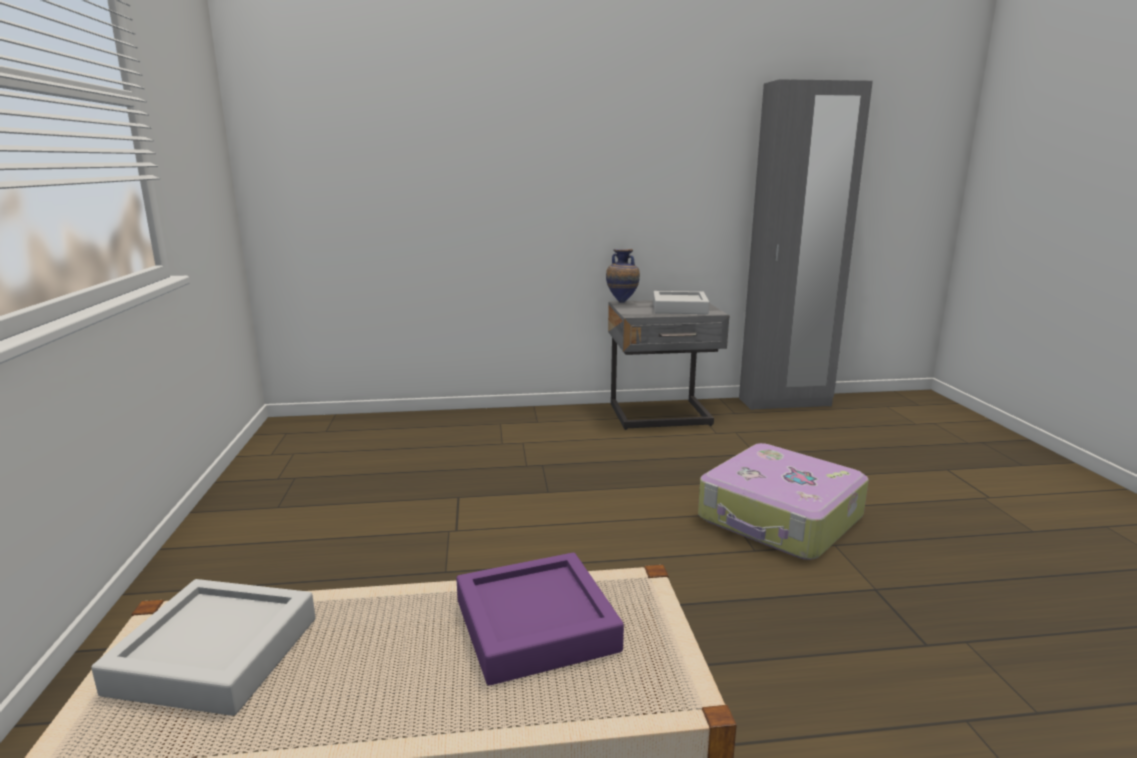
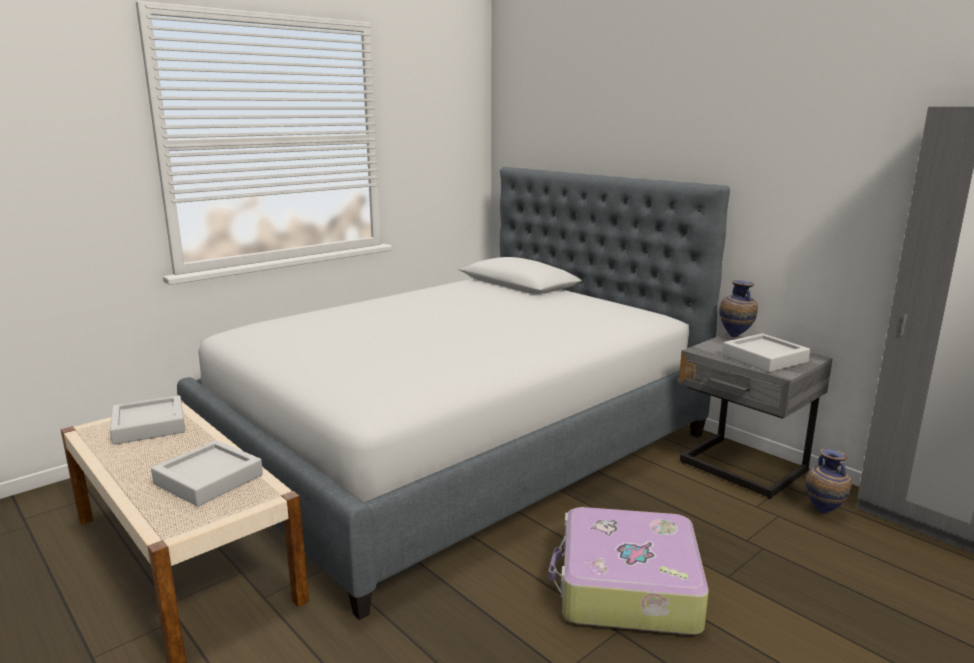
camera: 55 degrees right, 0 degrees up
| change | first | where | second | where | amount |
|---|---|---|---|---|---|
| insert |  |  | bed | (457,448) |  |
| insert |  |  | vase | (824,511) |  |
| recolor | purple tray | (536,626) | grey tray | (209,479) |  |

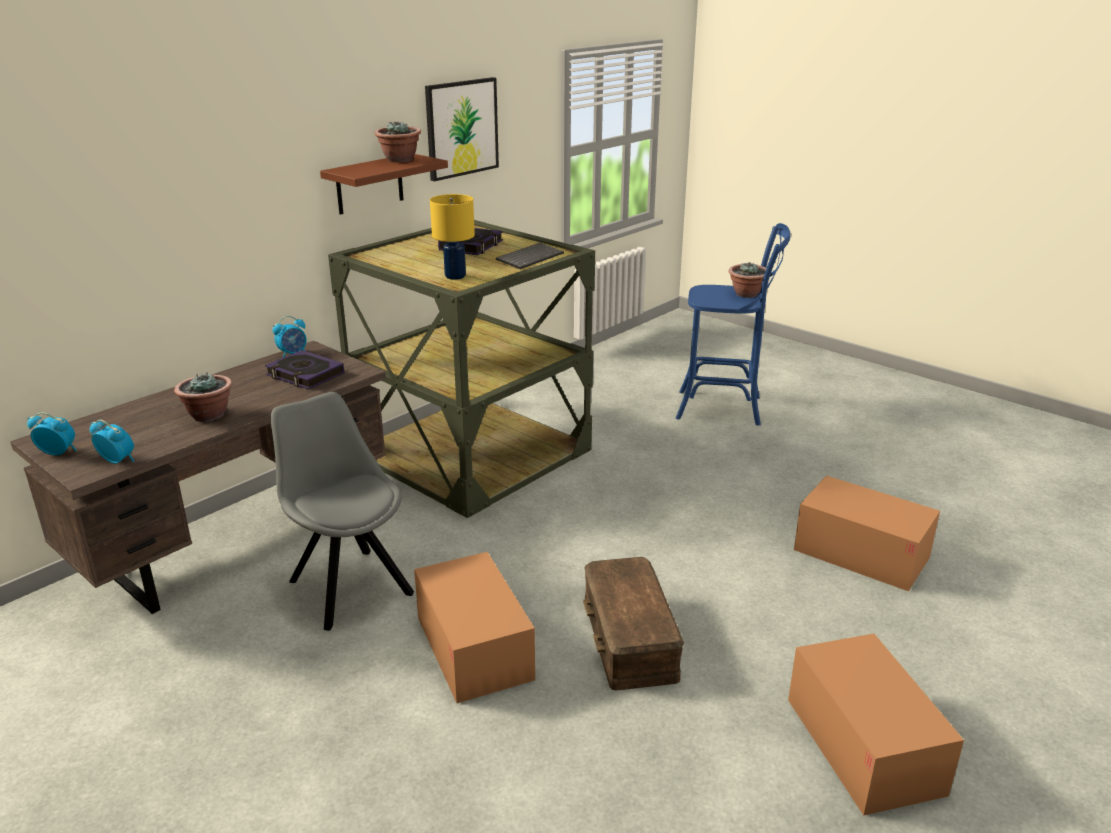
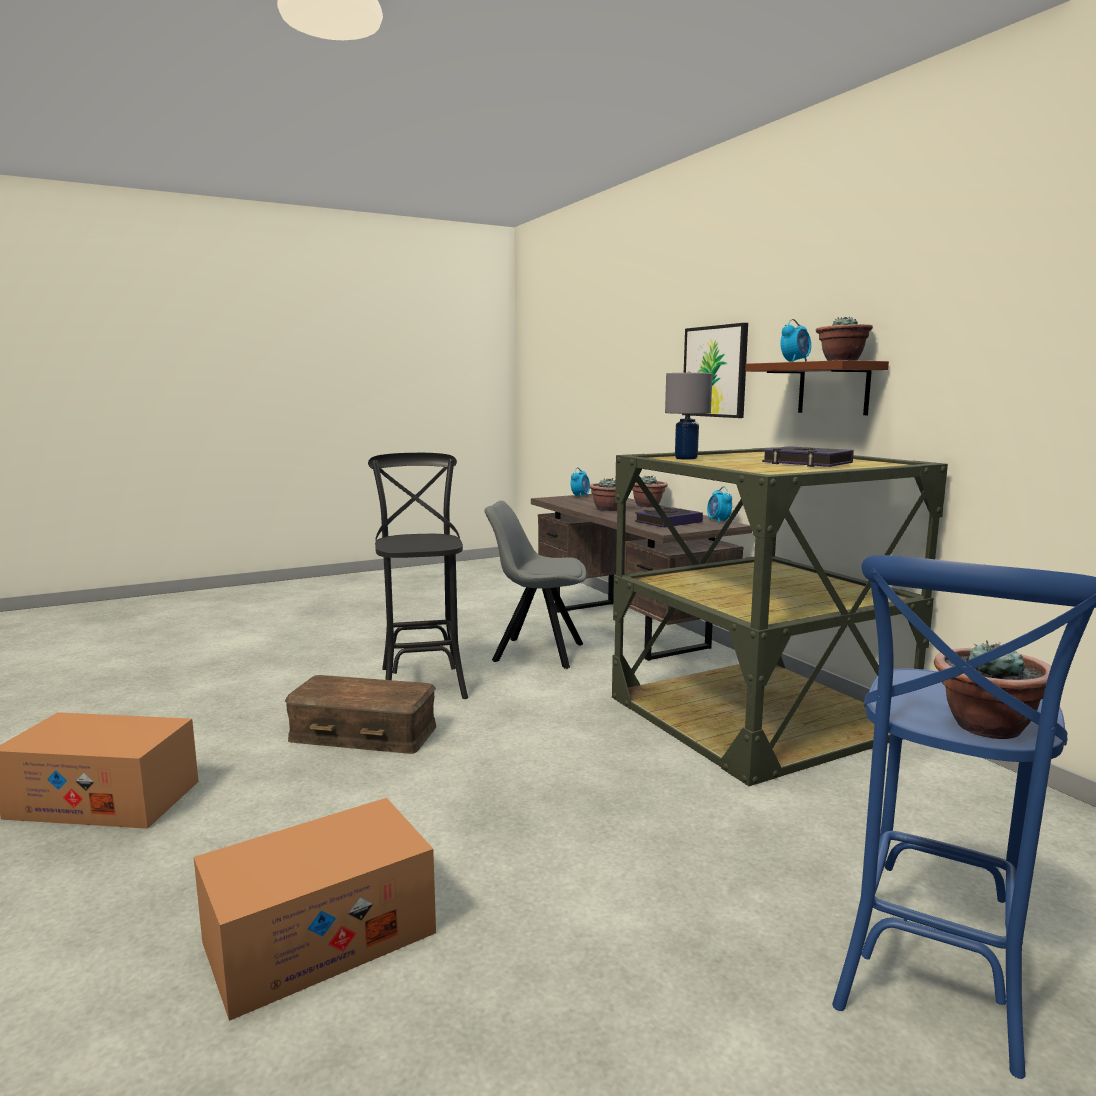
camera: 110 degrees right, 15 degrees down
| change | first | where | second | where | amount |
|---|---|---|---|---|---|
| delete | keyboard | (530,257) |  |  |  |
| insert |  |  | potted plant | (648,506) |  |
| move | alarm clock | (117,461) |  | (795,362) |  |
| move | picture | (461,128) |  | (715,371) |  |
| replace | cardboard box | (474,648) | black stool | (423,680) |  |
| recolor | yellow table lamp | (456,277) | grey table lamp | (684,458) |  |
| rotate | grey chair | (349,587) |  | (537,653) | 150 degrees counterclockwise |

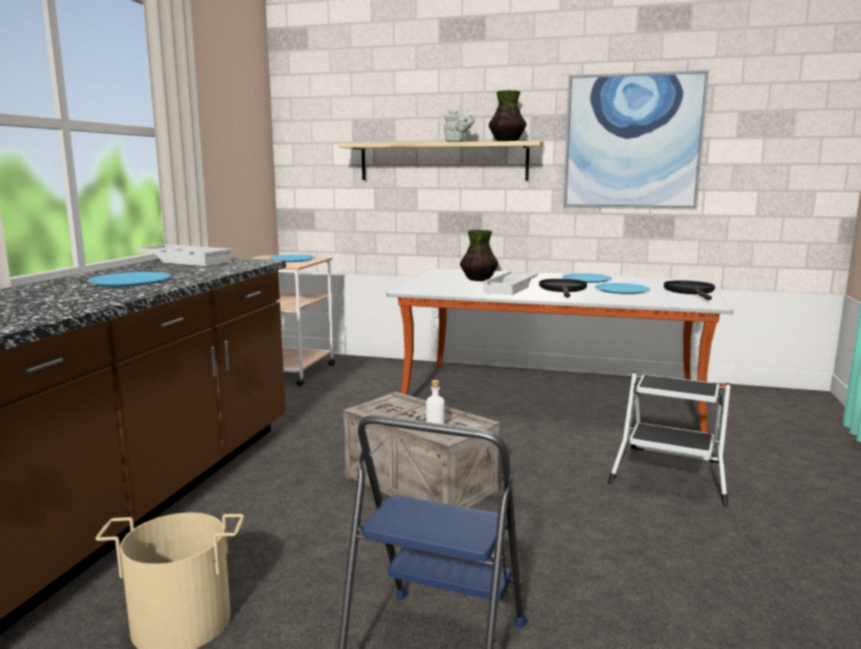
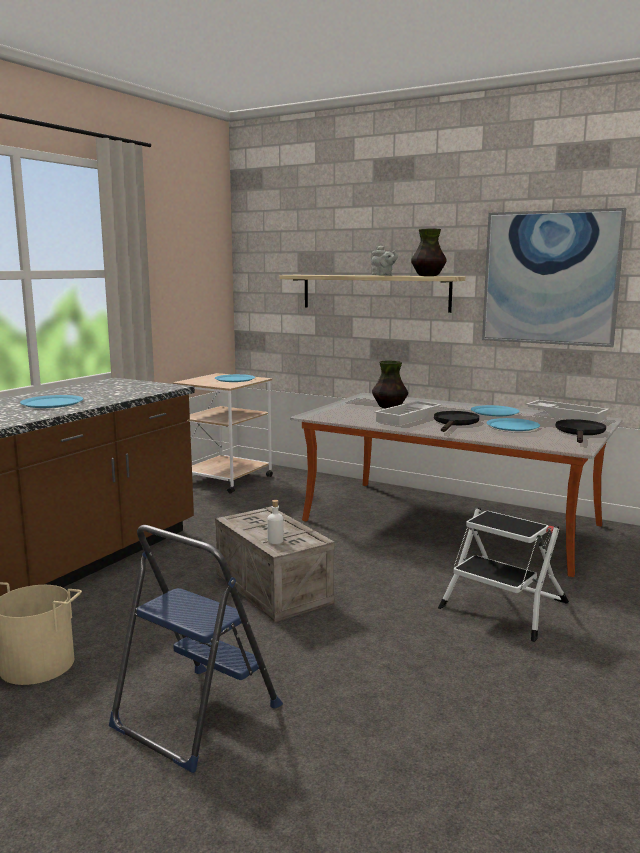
camera: 15 degrees right, 0 degrees up
| change | first | where | second | where | amount |
|---|---|---|---|---|---|
| move | white tray | (186,261) |  | (567,416) |  |

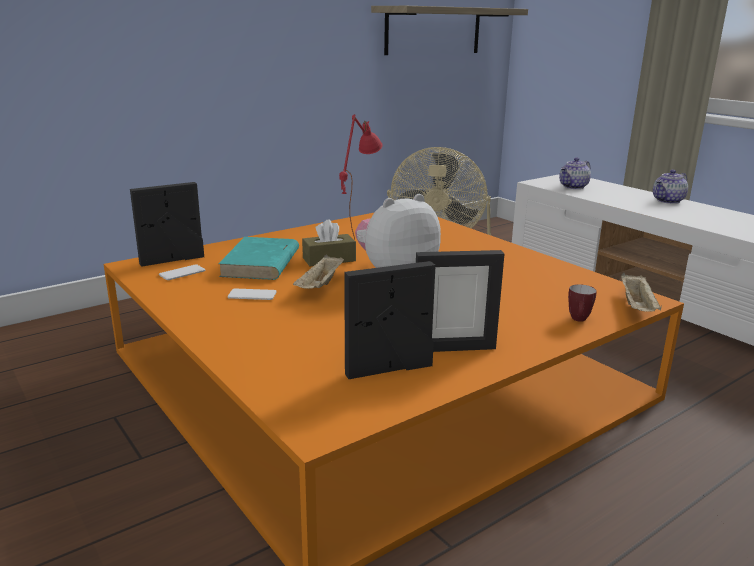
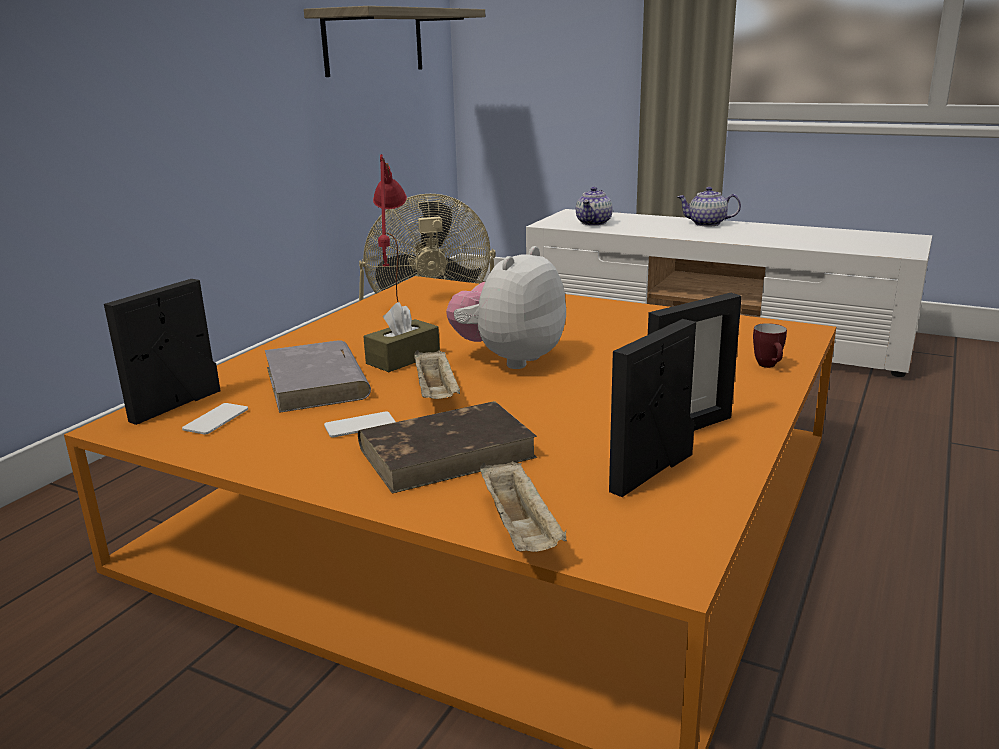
camera: 25 degrees left, 0 degrees up
| change | first | where | second | where | amount |
|---|---|---|---|---|---|
| insert |  |  | brown book | (448,452) |  |
| move | beige tray | (637,307) |  | (520,530) |  |
| recolor | turquoise book | (261,263) | grey book | (317,382) |  |
| rotate | teapot | (668,201) |  | (706,224) | 75 degrees clockwise |

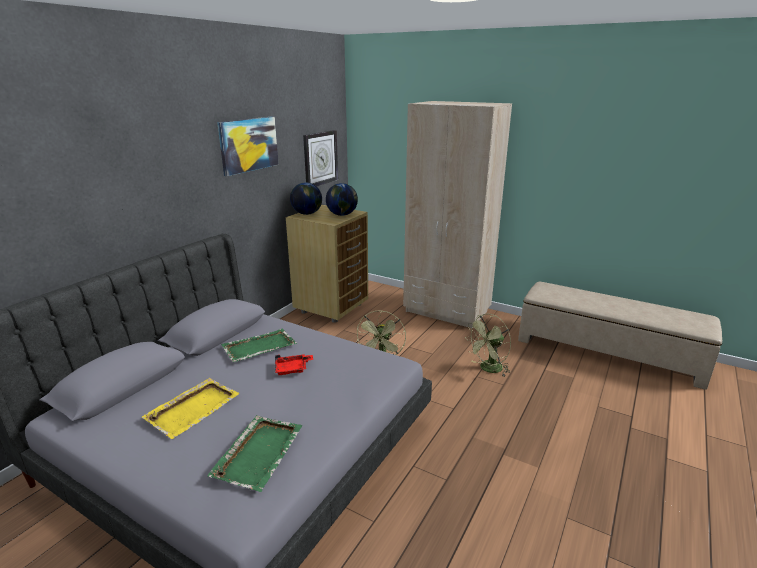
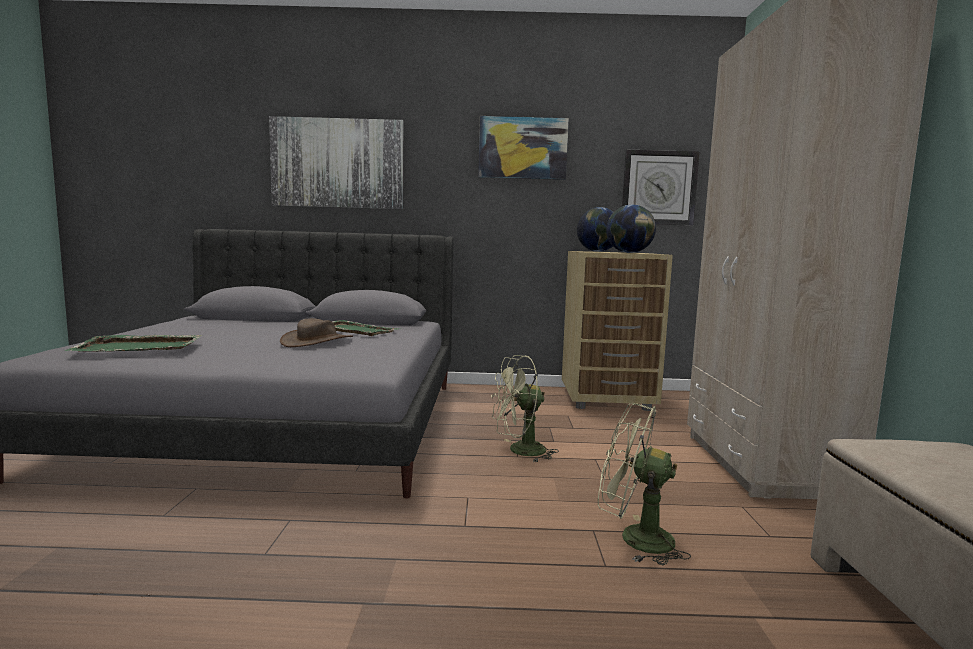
camera: 60 degrees right, 15 degrees down
| change | first | where | second | where | amount |
|---|---|---|---|---|---|
| delete | yellow tray | (193,408) |  |  |  |
| insert |  |  | picture | (337,163) |  |
| replace | red tray | (292,369) | brown hat | (317,341) |  |

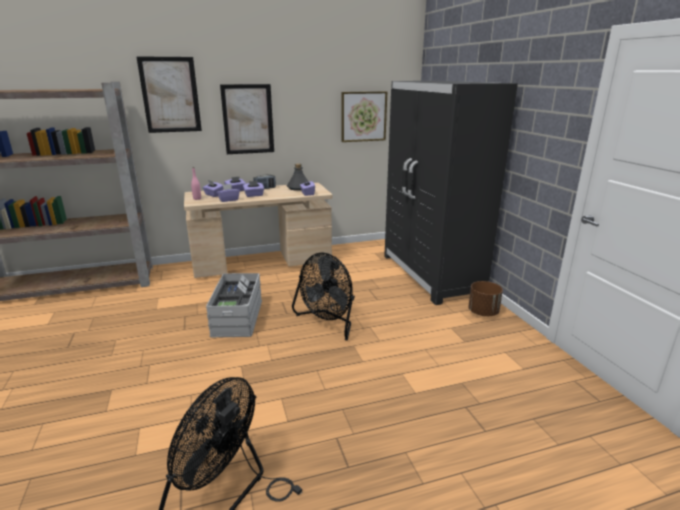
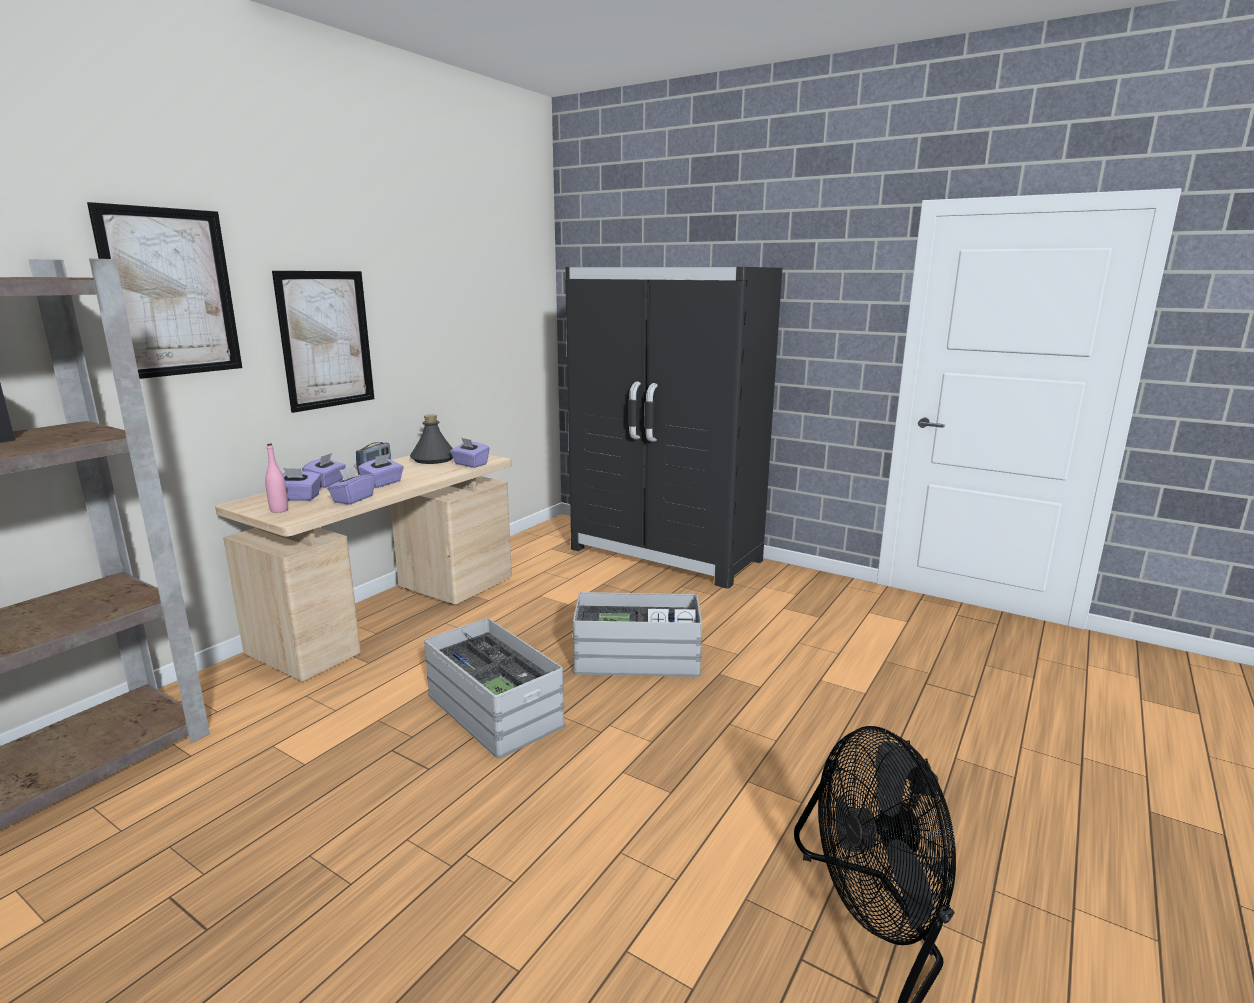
camera: 40 degrees left, 5 degrees down
| change | first | where | second | where | amount |
|---|---|---|---|---|---|
| delete | picture | (363,116) |  |  |  |
| delete | brown planter | (483,312) |  |  |  |
| replace | black fan | (328,320) | grey storage box | (637,657) |  |

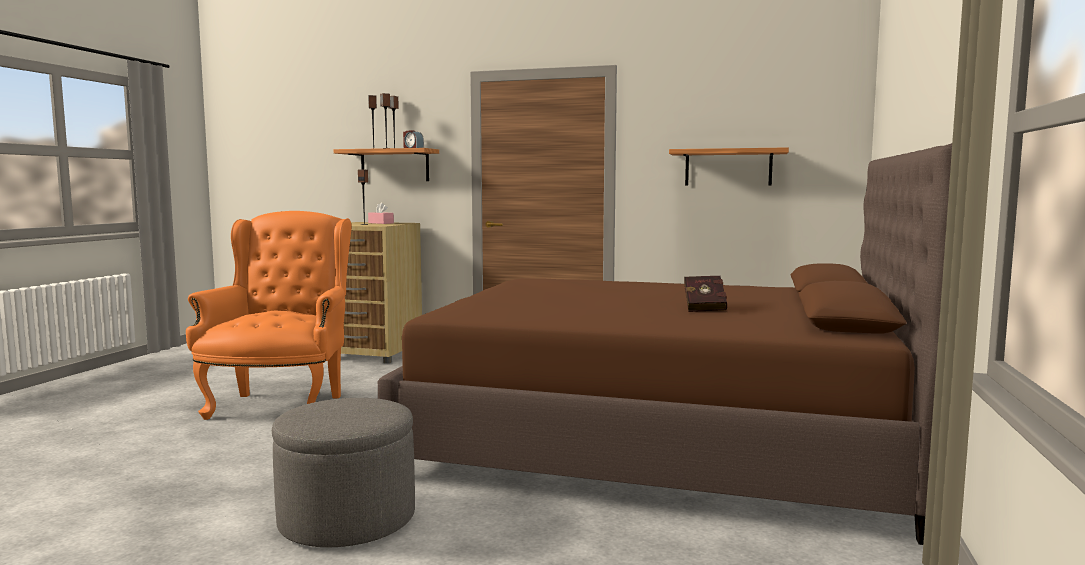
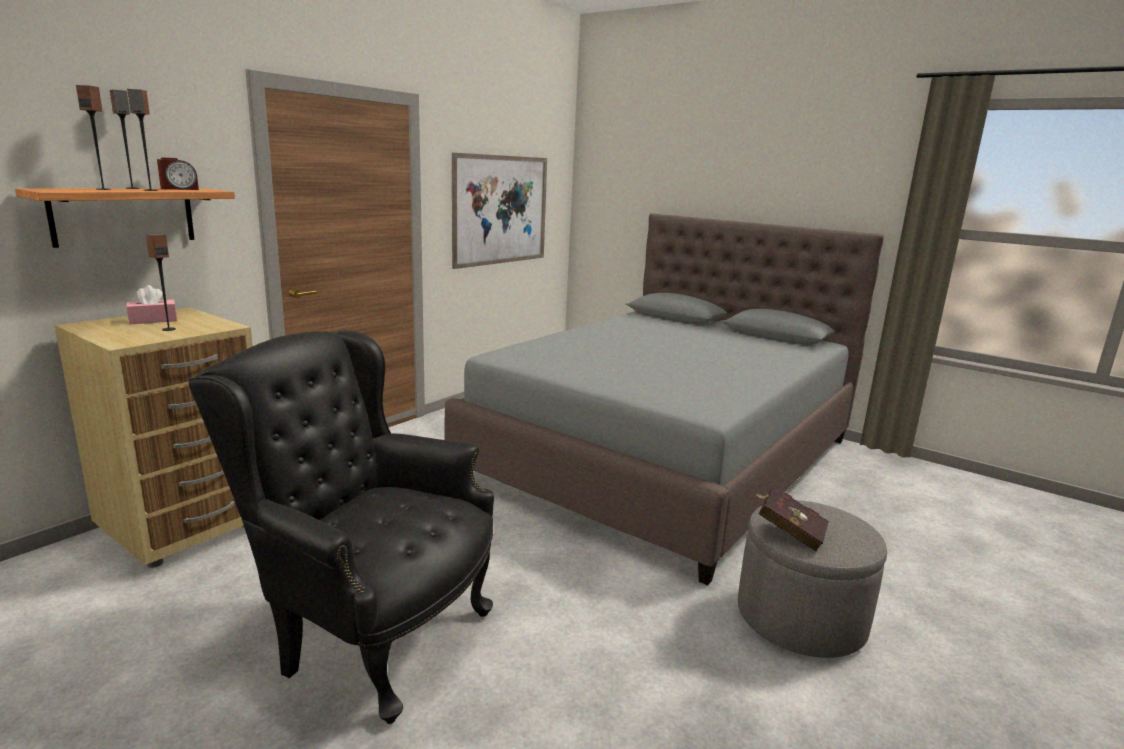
camera: 70 degrees left, 10 degrees up
| change | first | where | second | where | amount |
|---|---|---|---|---|---|
| move | red book | (704,308) |  | (788,532) |  |
| replace | shelf | (728,167) | picture | (501,210) |  |
| recolor | orange armchair | (281,403) | black armchair | (372,635) |  |
| recolor | brown bed | (657,441) | grey bed | (664,456) |  |

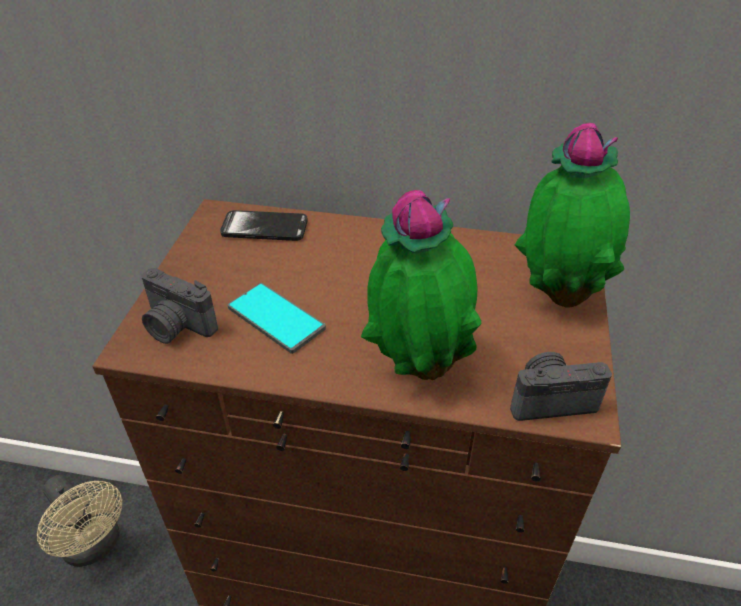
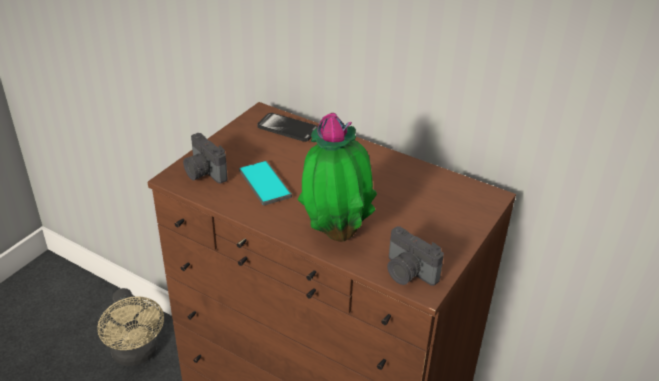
camera: 20 degrees right, 5 degrees down
| change | first | where | second | where | amount |
|---|---|---|---|---|---|
| delete | potted plant | (559,294) |  |  |  |
| rotate | photo camera | (550,398) |  | (407,273) | 150 degrees counterclockwise |

